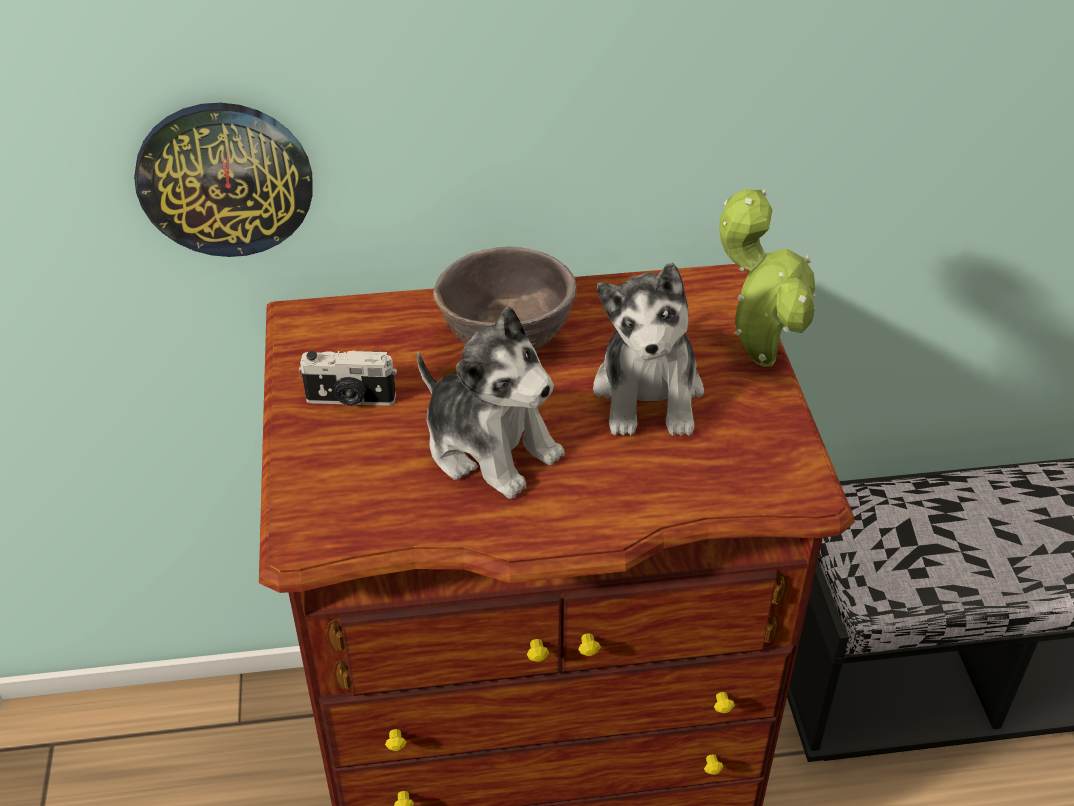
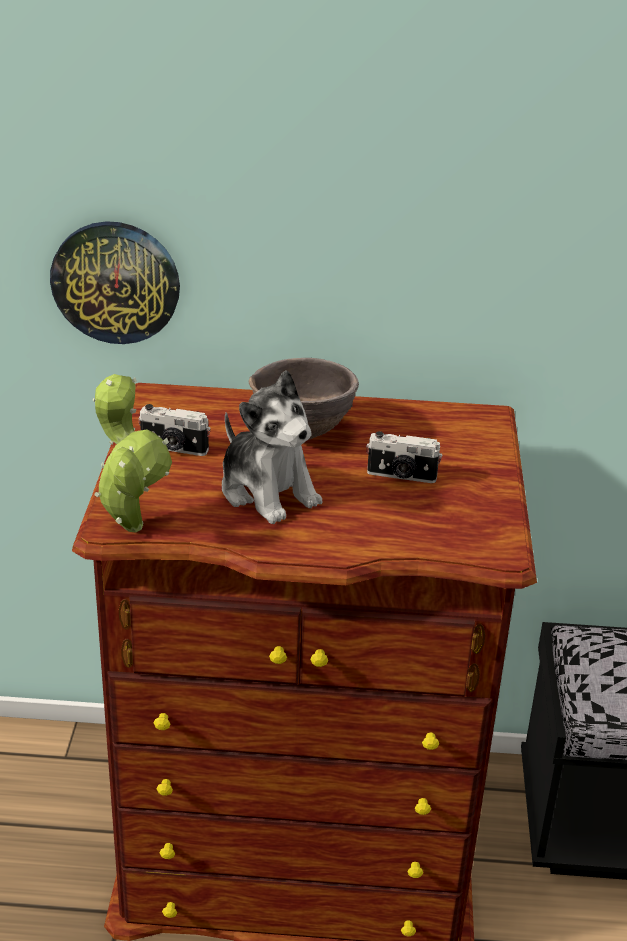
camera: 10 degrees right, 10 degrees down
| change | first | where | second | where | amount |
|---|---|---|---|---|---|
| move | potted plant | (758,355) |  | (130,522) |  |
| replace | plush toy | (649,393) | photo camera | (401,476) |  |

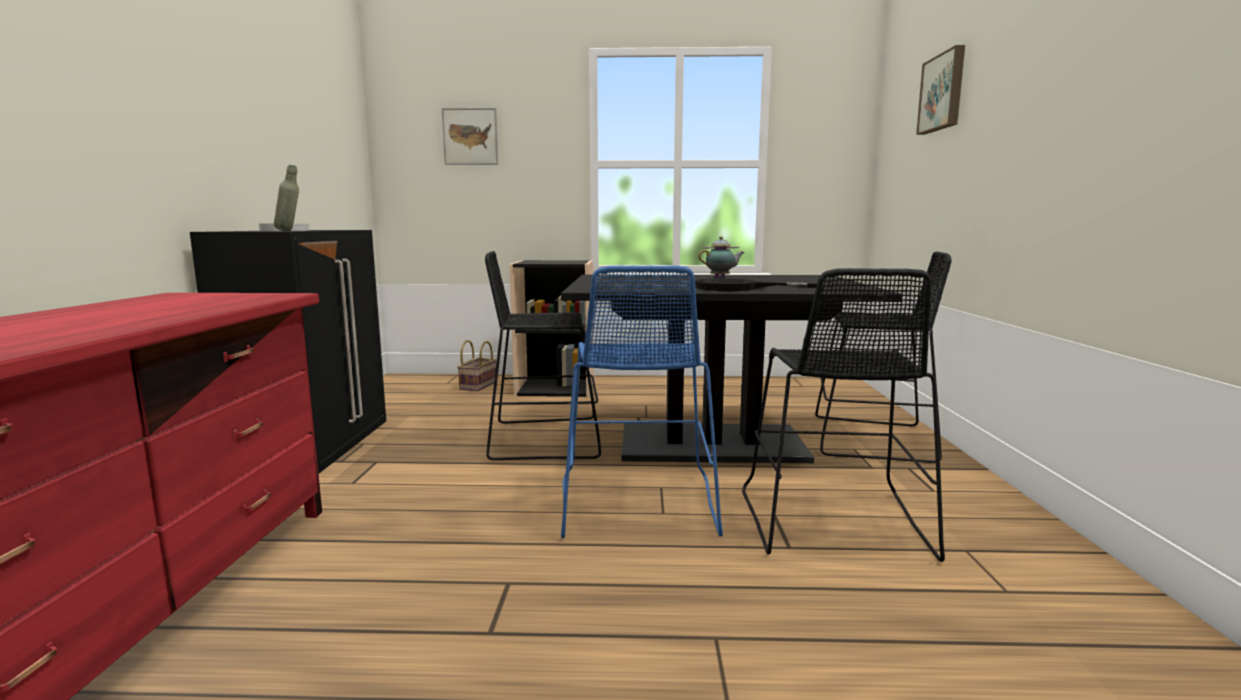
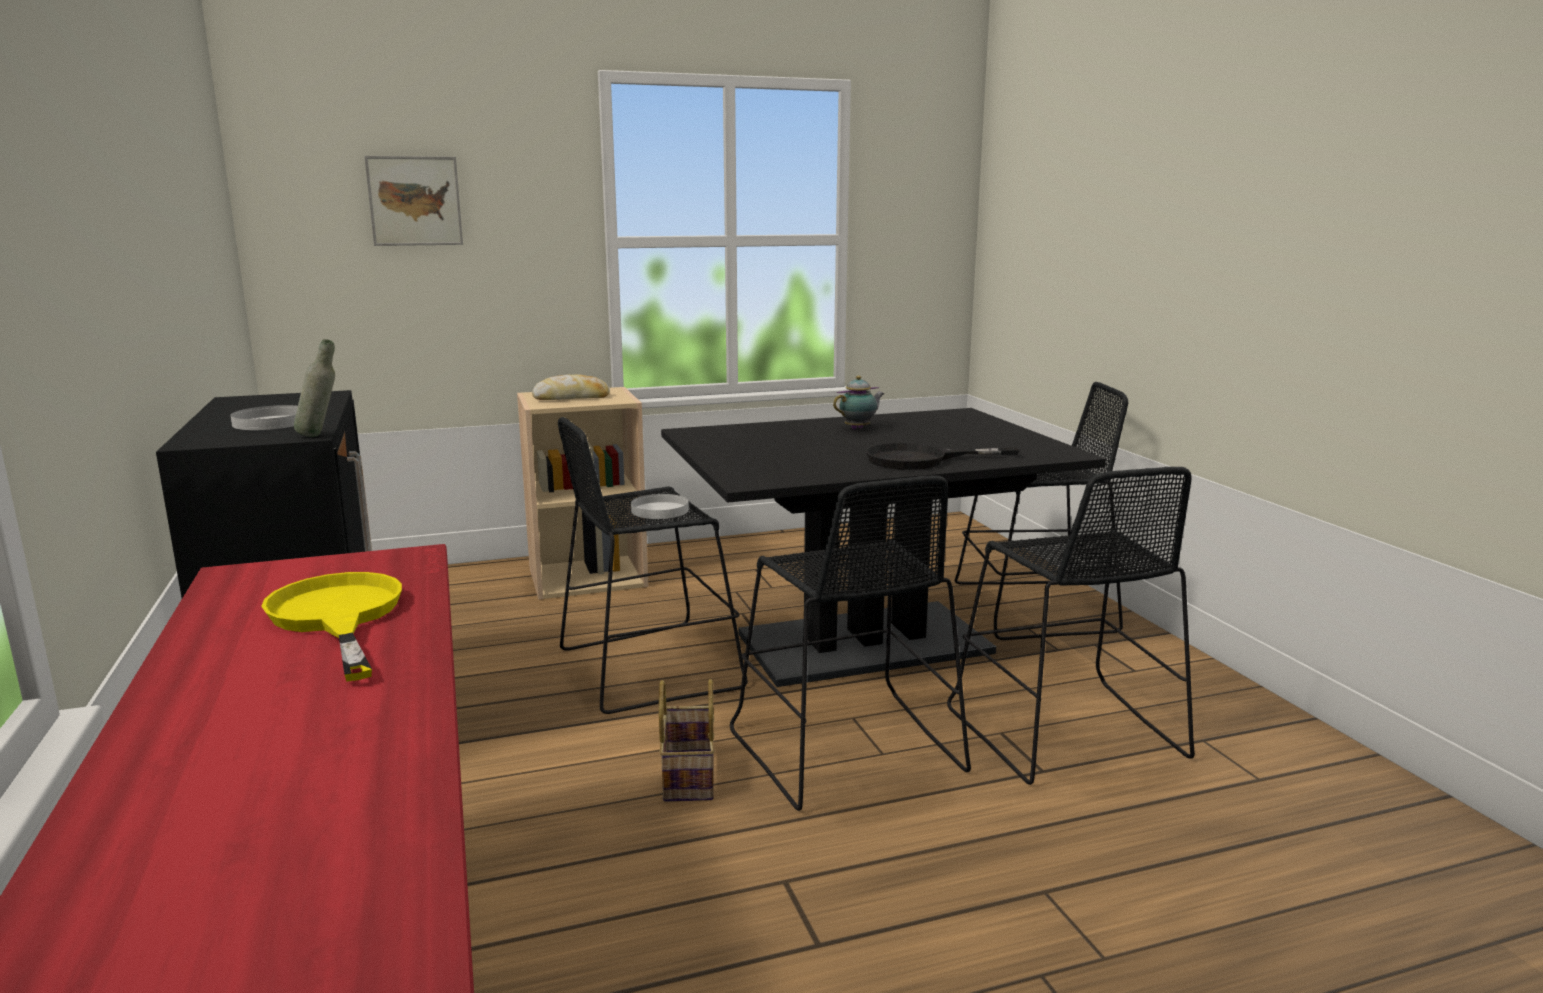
camera: 20 degrees left, 5 degrees up
| change | first | where | second | where | amount |
|---|---|---|---|---|---|
| delete | picture | (943,92) |  |  |  |
| insert |  |  | yellow frying pan | (337,617) |  |
| insert |  |  | bread | (571,398) |  |
| insert |  |  | white plate | (659,510) |  |
| move | basket | (478,385) |  | (687,775) |  |
| recolor | black bookcase | (556,388) | beige bookcase | (588,577) |  |
| recolor | blue stool | (637,505) | black stool | (845,749) |  |

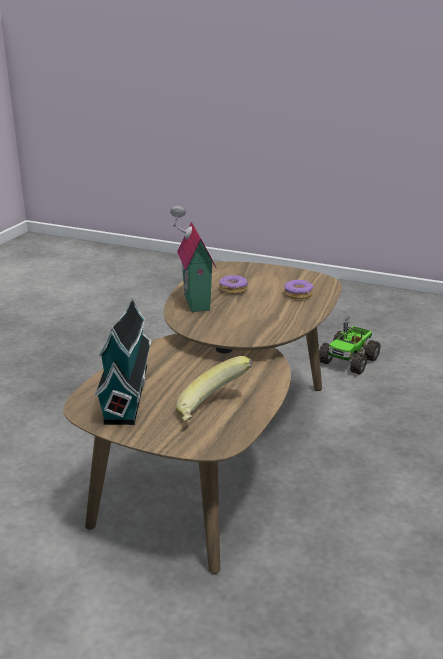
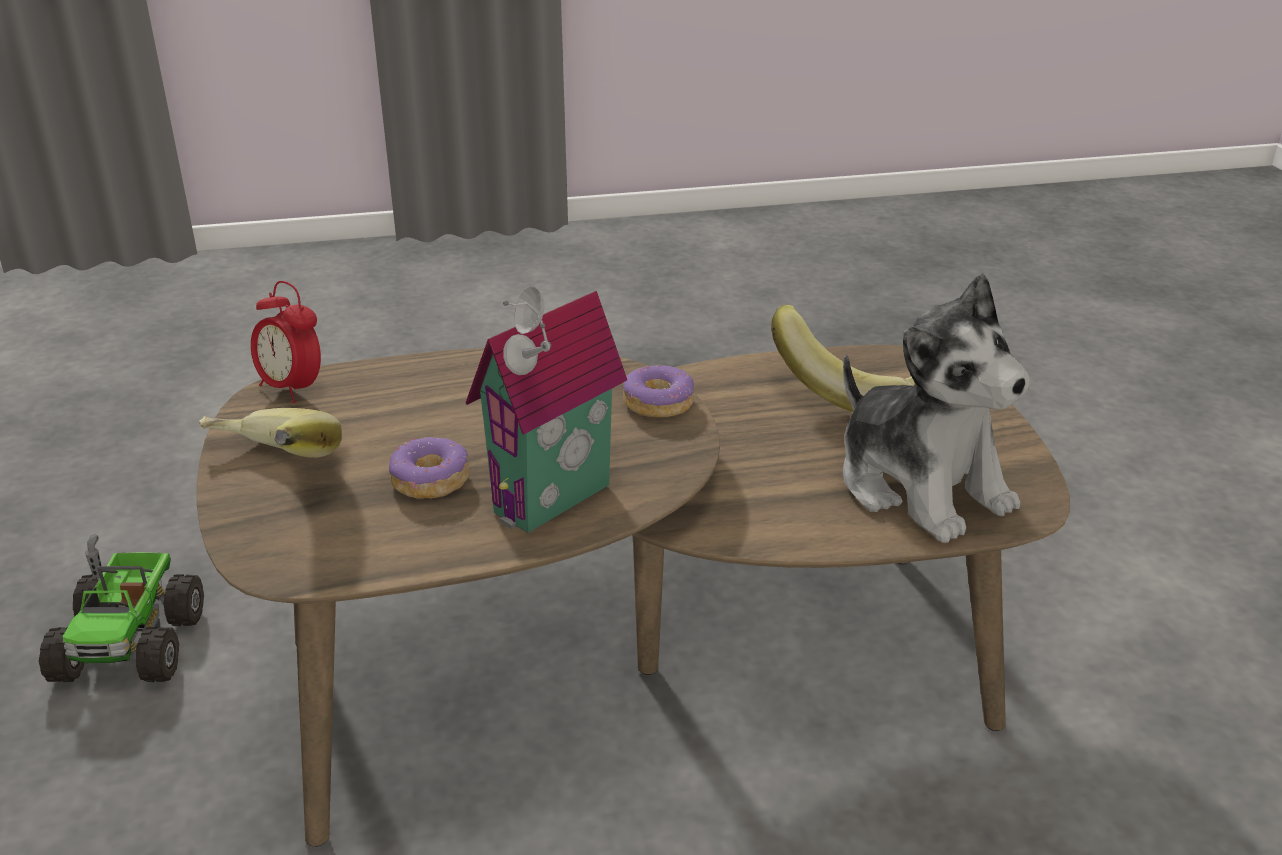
camera: 125 degrees left, 5 degrees up
| change | first | where | second | where | amount |
|---|---|---|---|---|---|
| insert |  |  | banana | (269,473) |  |
| insert |  |  | alarm clock | (292,389) |  |
| move | donut | (298,295) |  | (659,403) |  |
| replace | toy house | (127,391) | plush toy | (920,486) |  |
| rotate | toy truck | (349,360) |  | (132,644) | 90 degrees clockwise |

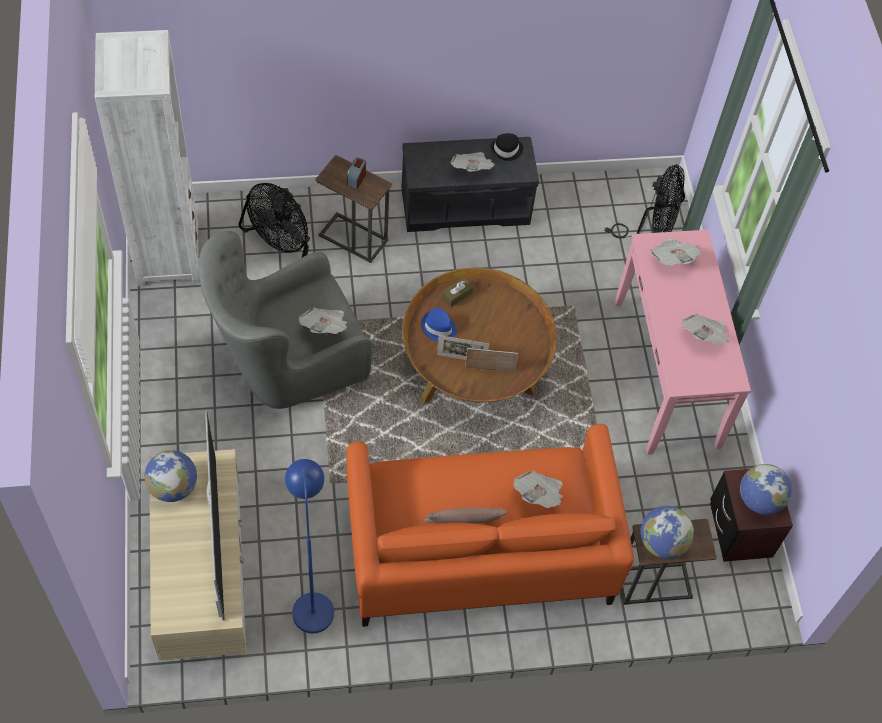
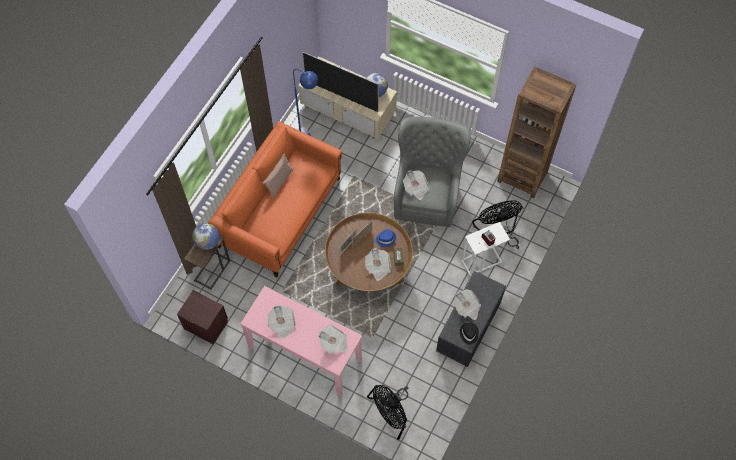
camera: 130 degrees right, 5 degrees up
| change | first | where | second | where | amount |
|---|---|---|---|---|---|
| delete | globe | (759,500) |  |  |  |
| move | newspaper | (539,495) |  | (378,267) |  |
| recolor | white bookcase | (168,255) | brown bookcase | (522,176) |  |
| recolor | brown side table | (354,238) | white side table | (481,261) |  |

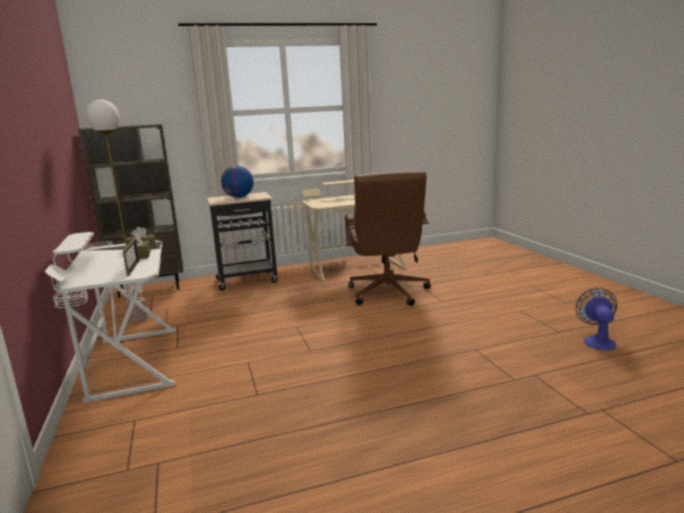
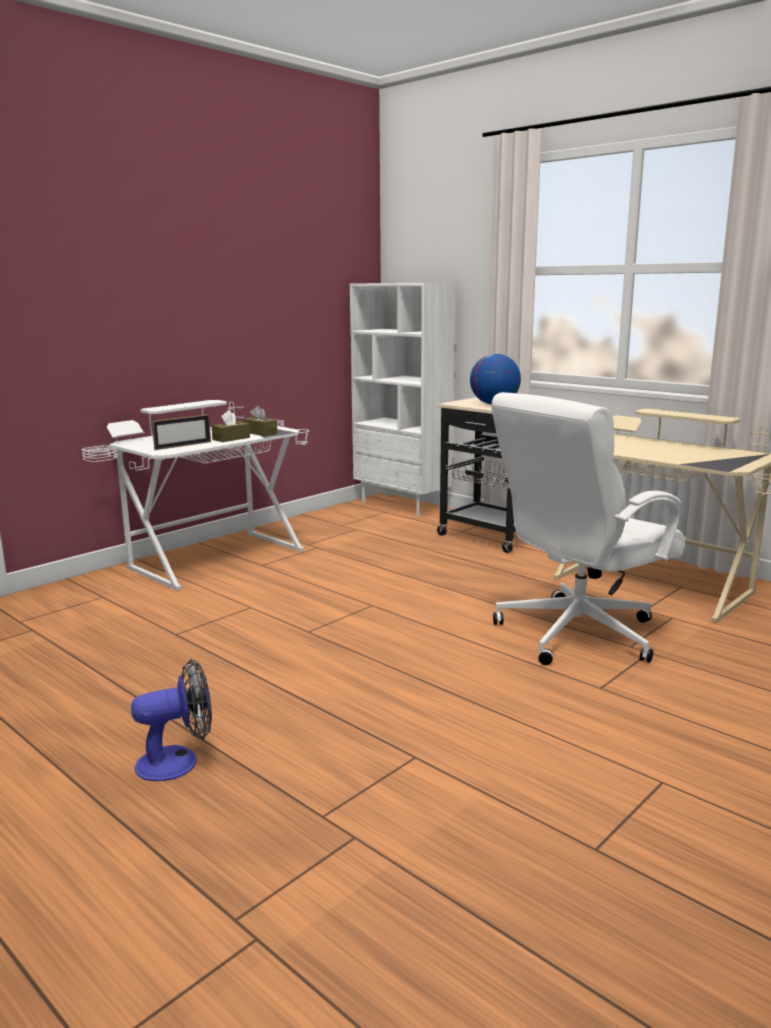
camera: 60 degrees right, 0 degrees up
| change | first | where | second | where | amount |
|---|---|---|---|---|---|
| delete | floor lamp | (138,318) |  |  |  |
| move | fan | (597,340) |  | (178,761) |  |
| recolor | brown bookcase | (150,289) | white bookcase | (402,505) |  |
| recolor | brown office chair | (387,292) | white office chair | (578,632) |  |

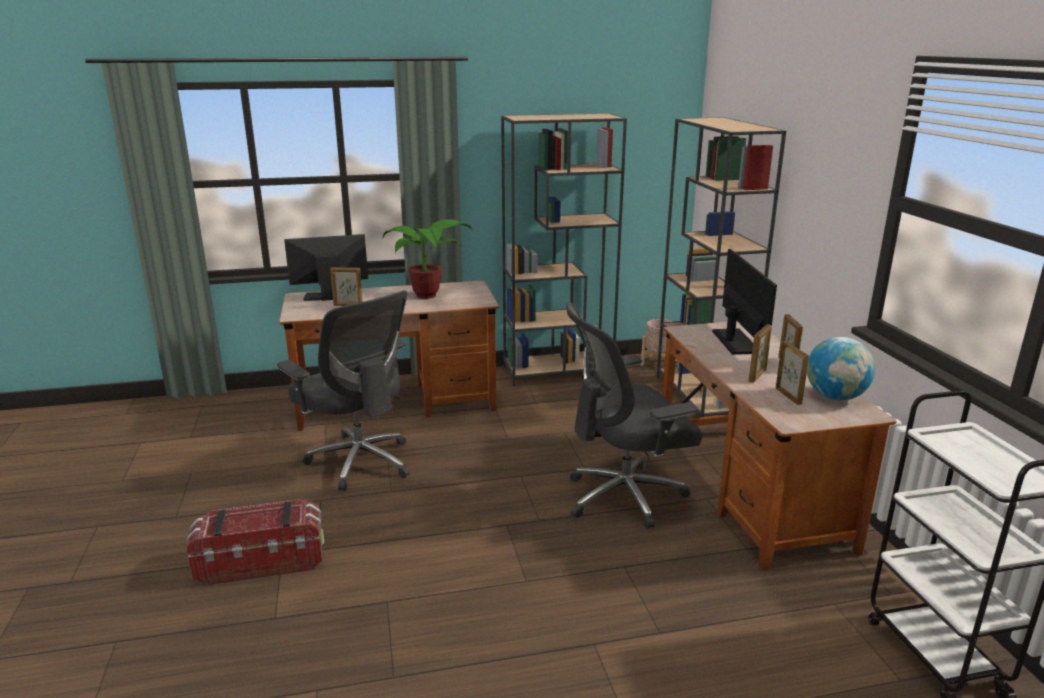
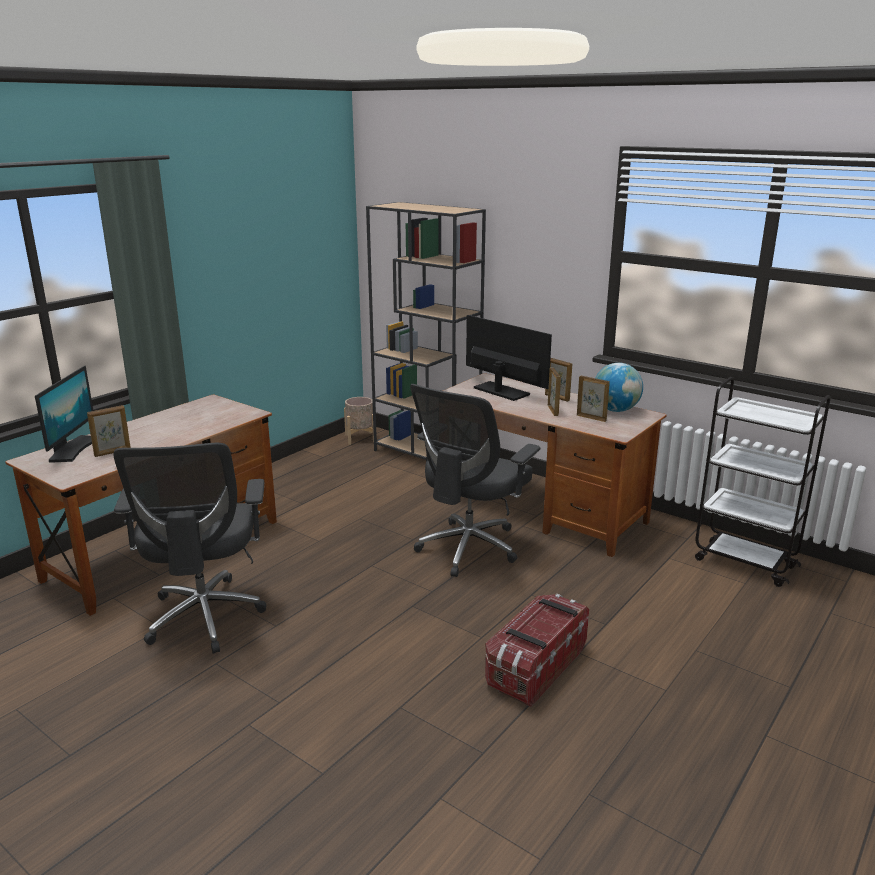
camera: 40 degrees left, 0 degrees up
| change | first | where | second | where | amount |
|---|---|---|---|---|---|
| delete | potted plant | (428,296) |  |  |  |
| delete | bookcase | (558,371) |  |  |  |
| move | storage box | (261,561) |  | (535,667) |  |
| rotate | office chair | (359,461) |  | (204,614) | 75 degrees clockwise |
| rotate | monitor | (330,296) |  | (72,449) | 150 degrees clockwise |

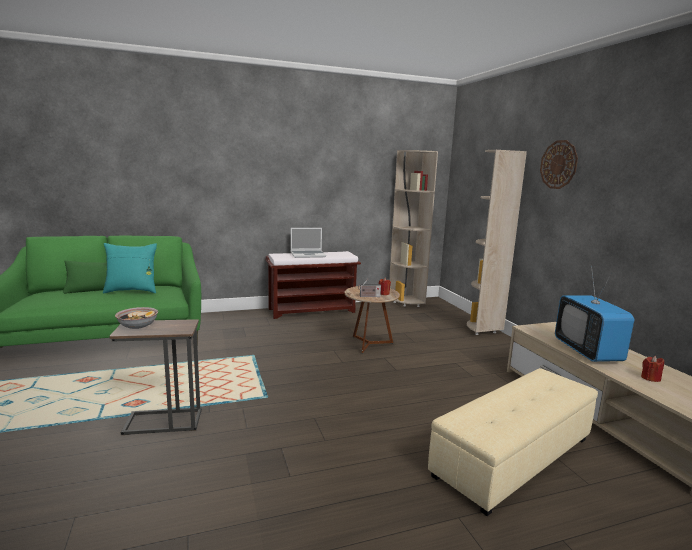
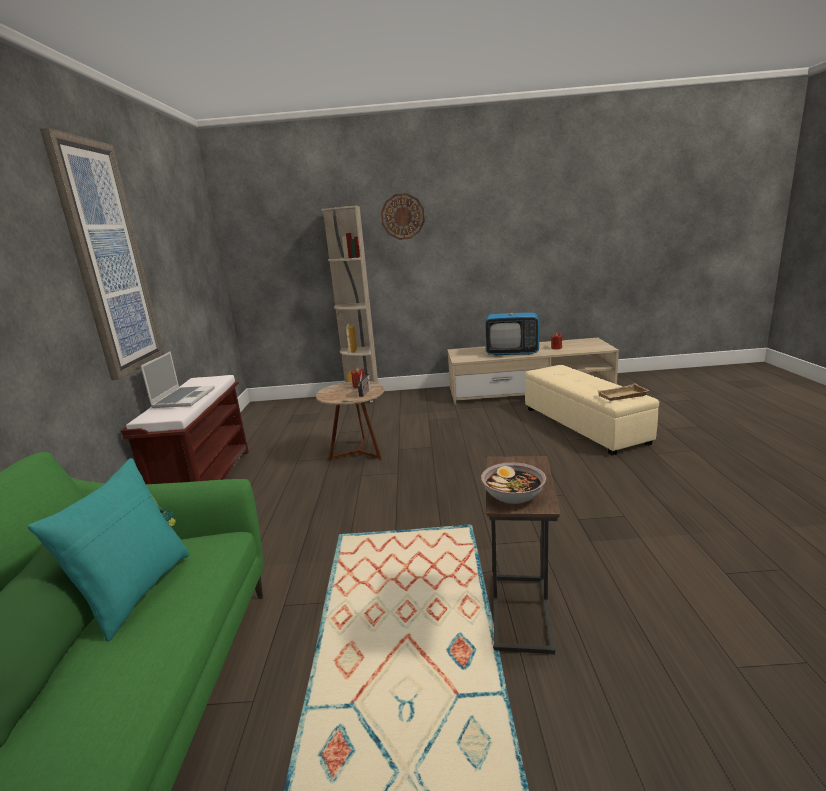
camera: 70 degrees left, 5 degrees up
| change | first | where | second | where | amount |
|---|---|---|---|---|---|
| delete | beige bookcase | (406,304) |  |  |  |
| insert |  |  | picture | (108,260) |  |
| insert |  |  | beige tray | (622,396) |  |

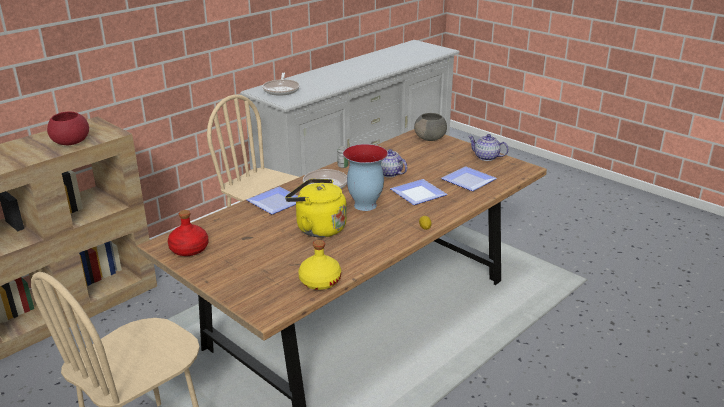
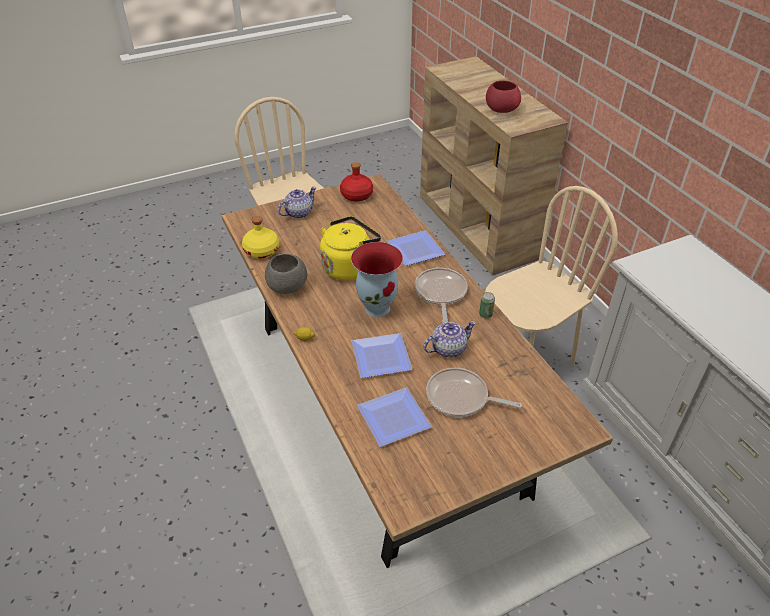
camera: 110 degrees right, 15 degrees up
| change | first | where | second | where | amount |
|---|---|---|---|---|---|
| move | frying pan | (281,89) |  | (461,398) |  |
| move | grey bowl | (430,138) |  | (287,287) |  |
| move | teapot | (486,157) |  | (298,213) |  |

